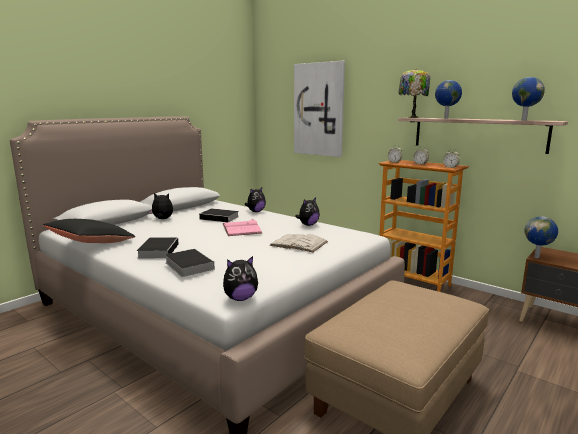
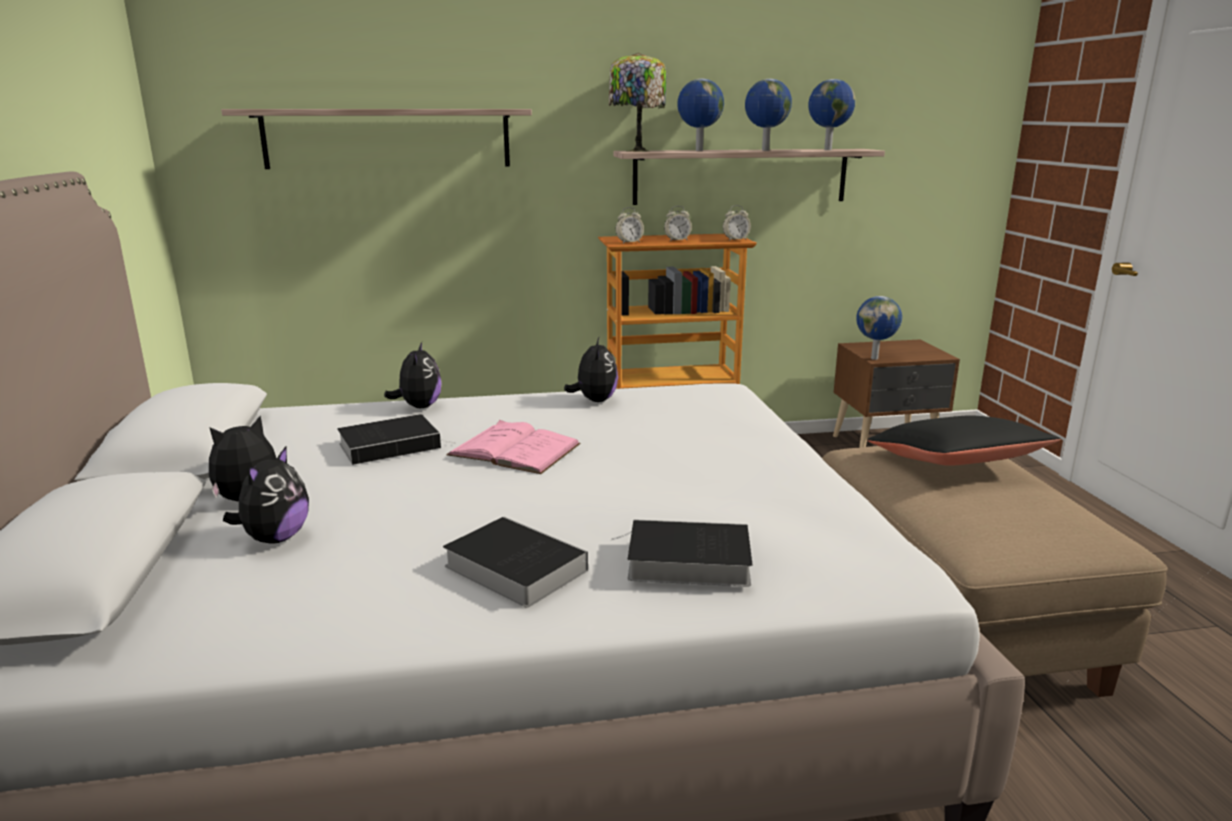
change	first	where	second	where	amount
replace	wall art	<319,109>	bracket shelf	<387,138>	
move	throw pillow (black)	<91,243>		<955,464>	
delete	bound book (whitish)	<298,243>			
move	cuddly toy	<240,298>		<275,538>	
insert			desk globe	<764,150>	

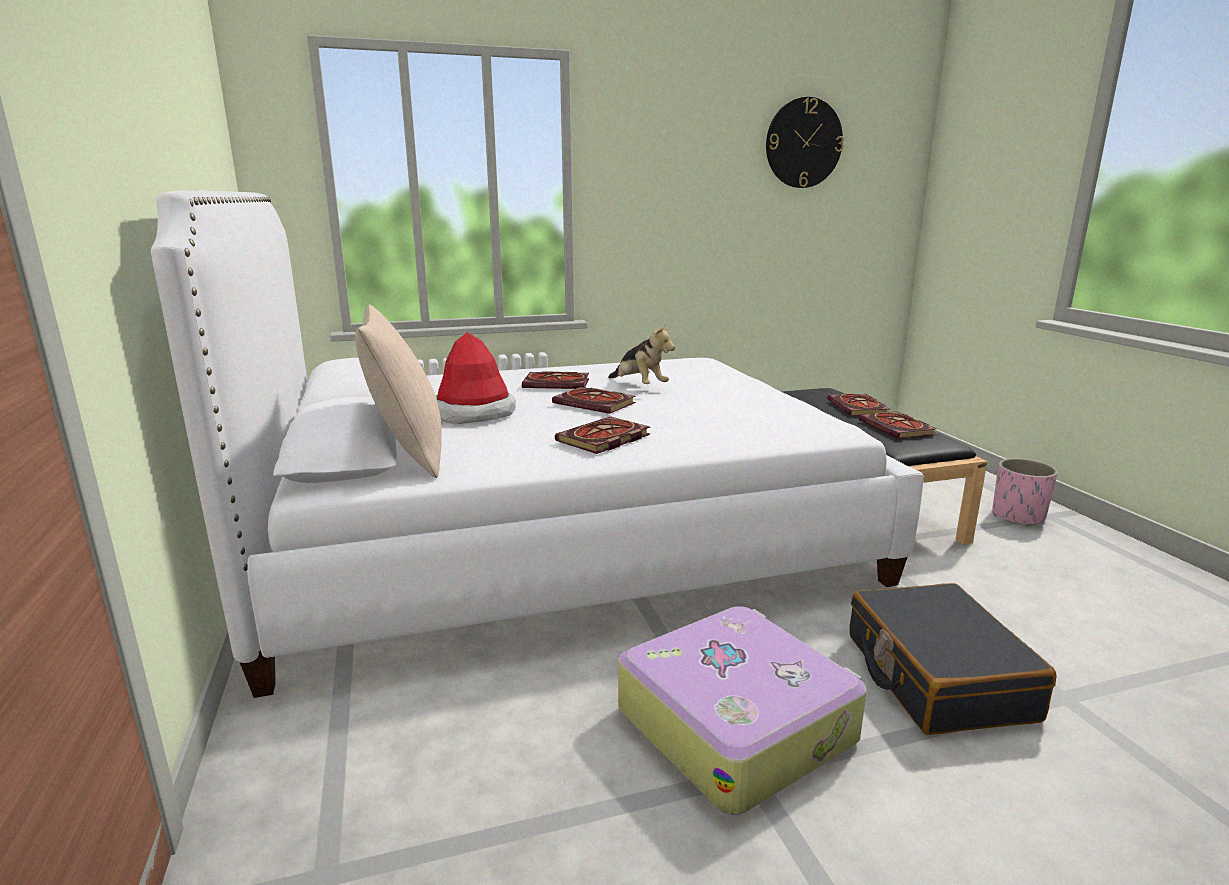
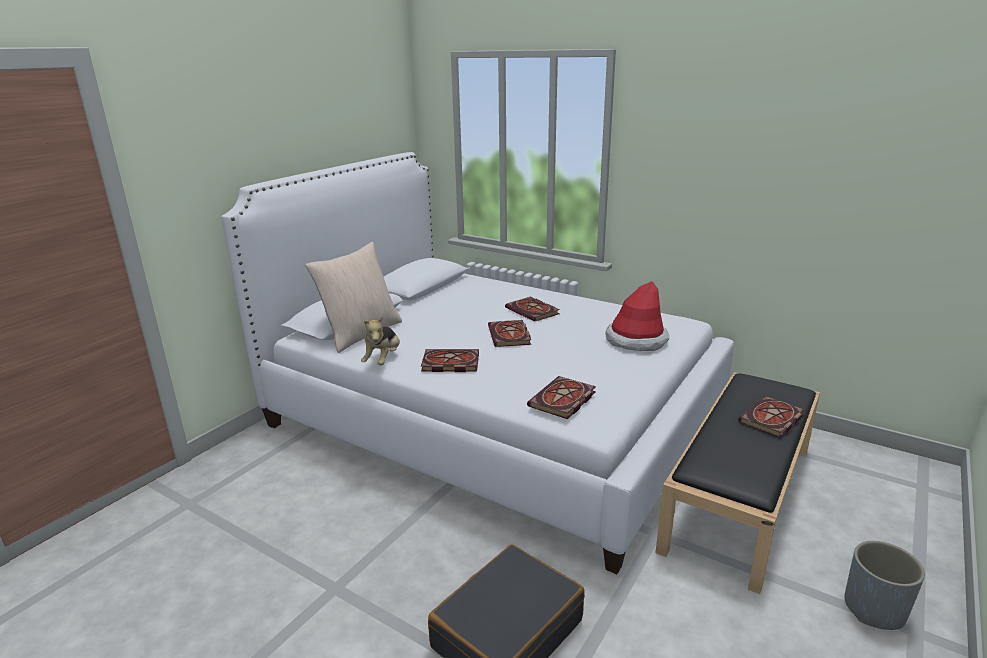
change	first	where	second	where	amount
delete	hanging clock	<803,143>			
move	cuddly toy	<639,386>		<383,359>	
move	clothing hat	<474,413>		<636,340>	
move	bound book	<898,428>		<562,401>	
recolor	flower pot (pink)	<1018,516>	flower pot (gray)	<874,609>	
delete	suitcase	<736,723>			

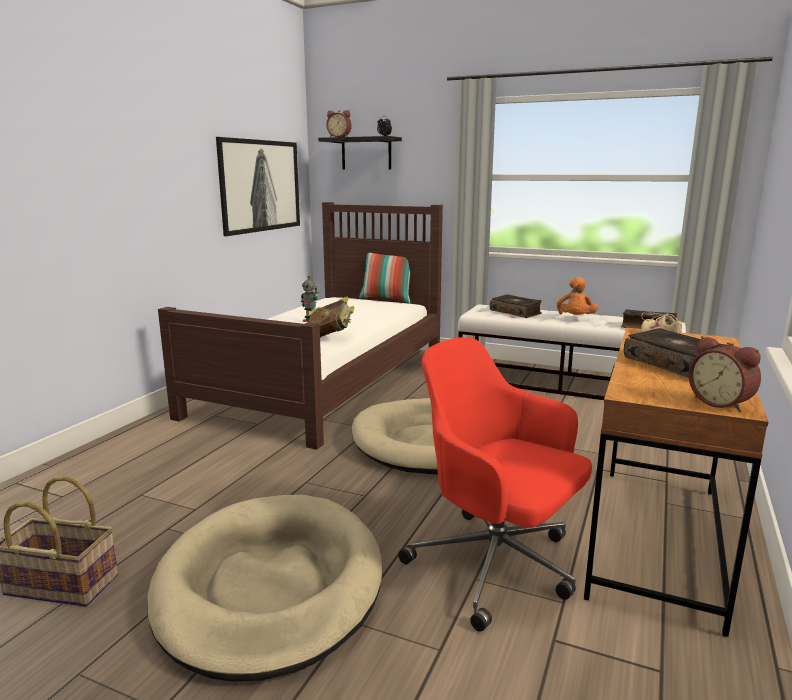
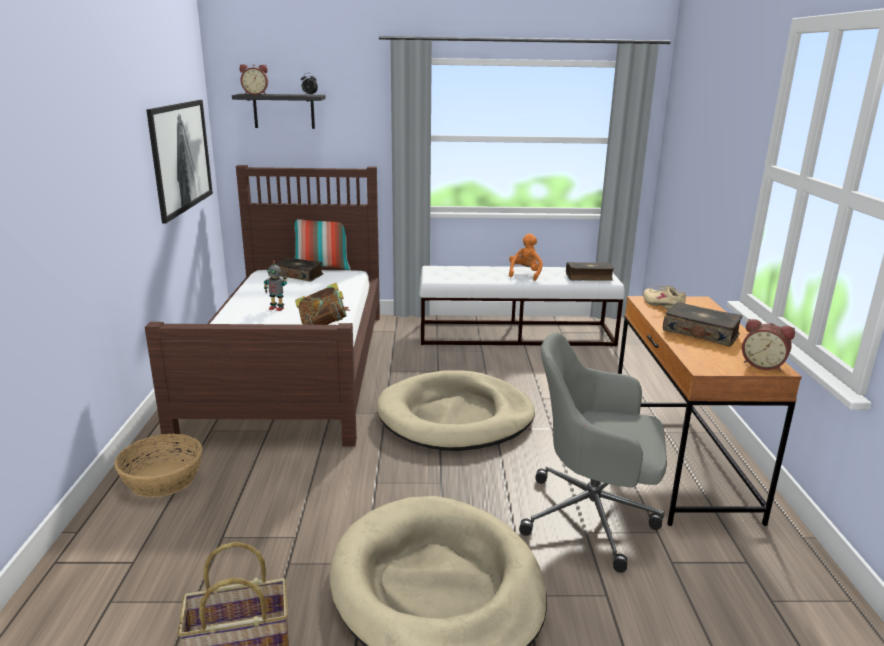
change	first	where	second	where	amount
rotate	cuddly toy (orangey)	<575,319>		<525,274>	150 degrees counterclockwise
move	bound book	<516,312>		<299,275>	
recolor	computer chair (red)	<497,566>	computer chair (gray)	<593,517>	
insert			storage basket	<163,479>	

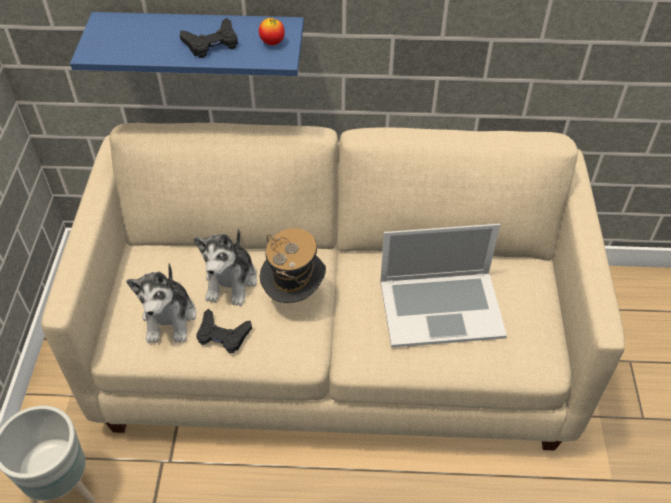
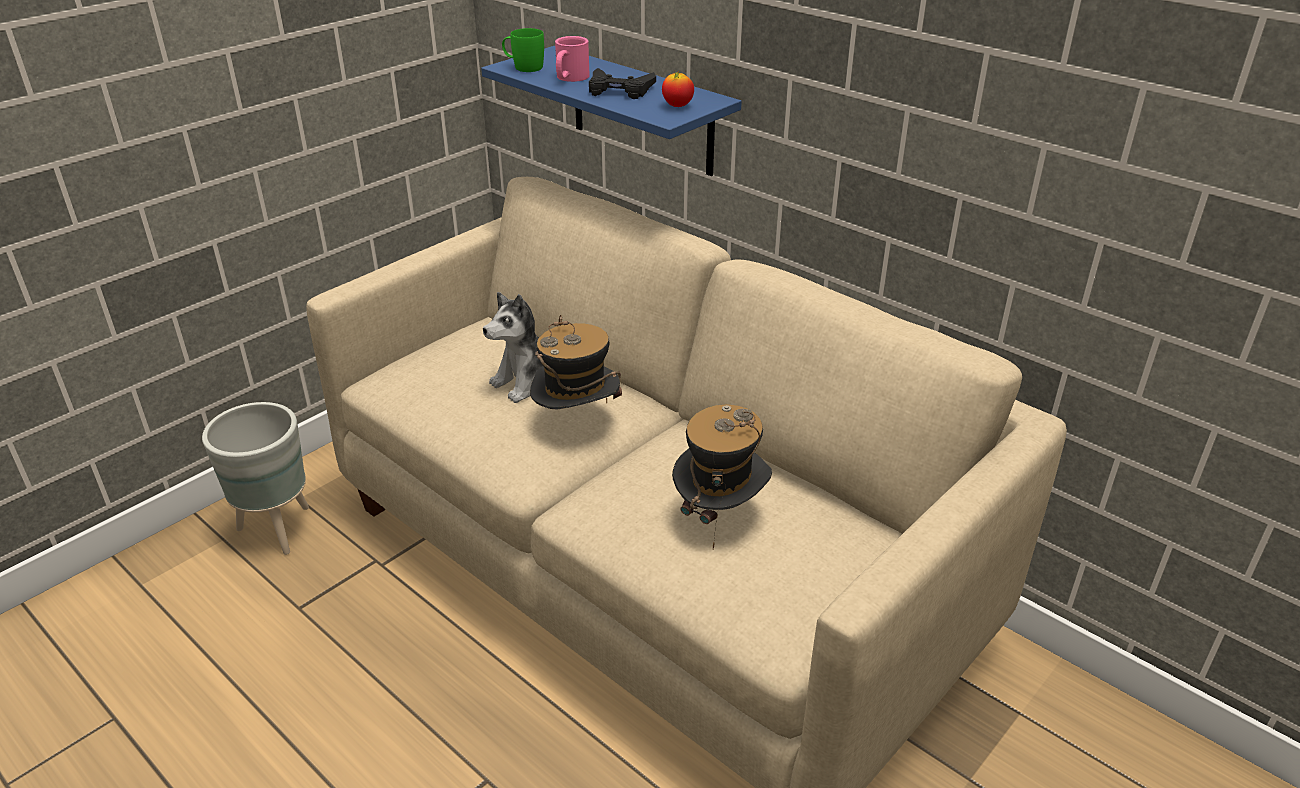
change	first	where	second	where	amount
replace	portable computer	<441,307>	clothing hat	<719,515>	
delete	cuddly toy	<170,318>			
delete	joypad (black)	<222,335>			
insert			coffee mug (greenish)	<523,67>	
insert			coffee mug (pink)	<569,78>	

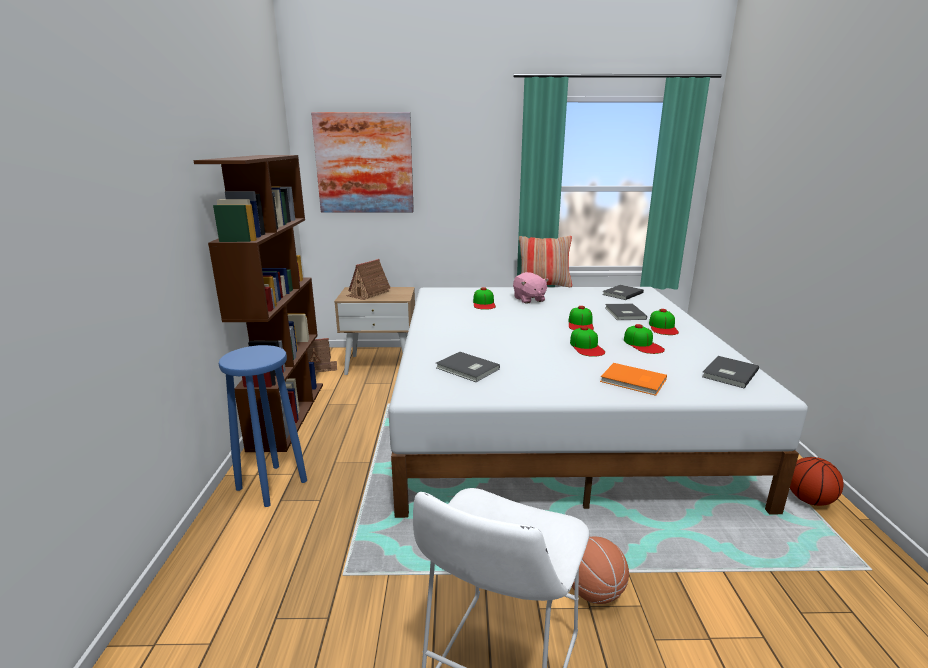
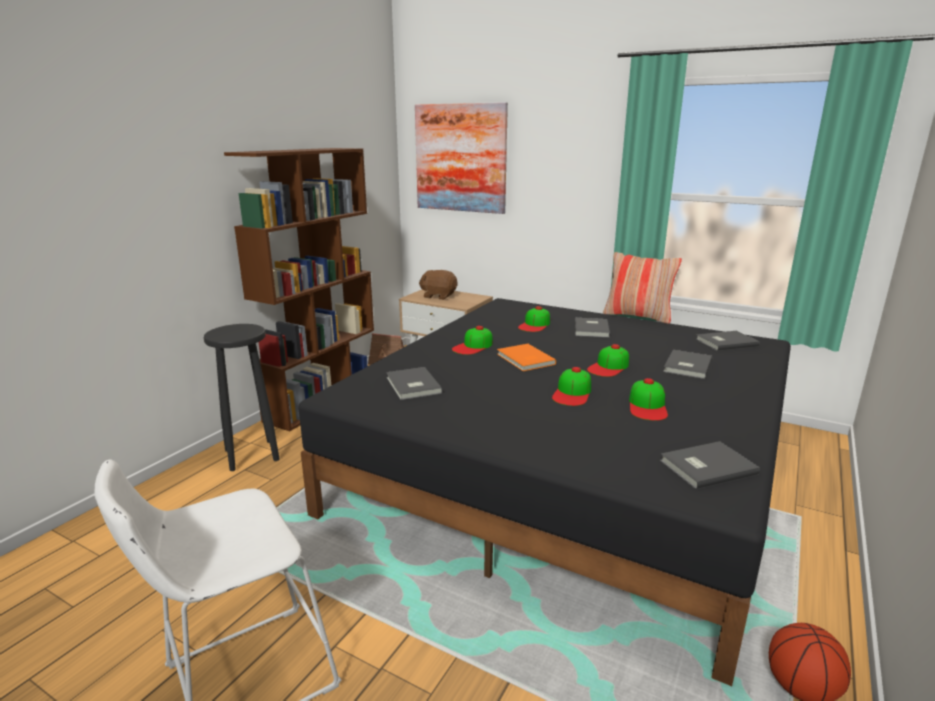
change	first	where	second	where	amount
replace	toy house	<368,293>	cuddly toy (brown-coloured)	<438,296>	
replace	cuddly toy (pink)	<529,299>	bound book (gray)	<592,329>	
recolor	bed (whitish)	<553,413>	bed (black)	<568,469>	
move	cap	<663,327>		<473,346>	
recolor	stool (blue-coloured)	<273,484>	stool (black)	<253,455>	
move	bound book (orangey)	<633,381>		<525,359>	
delete	basketball ball	<594,592>			

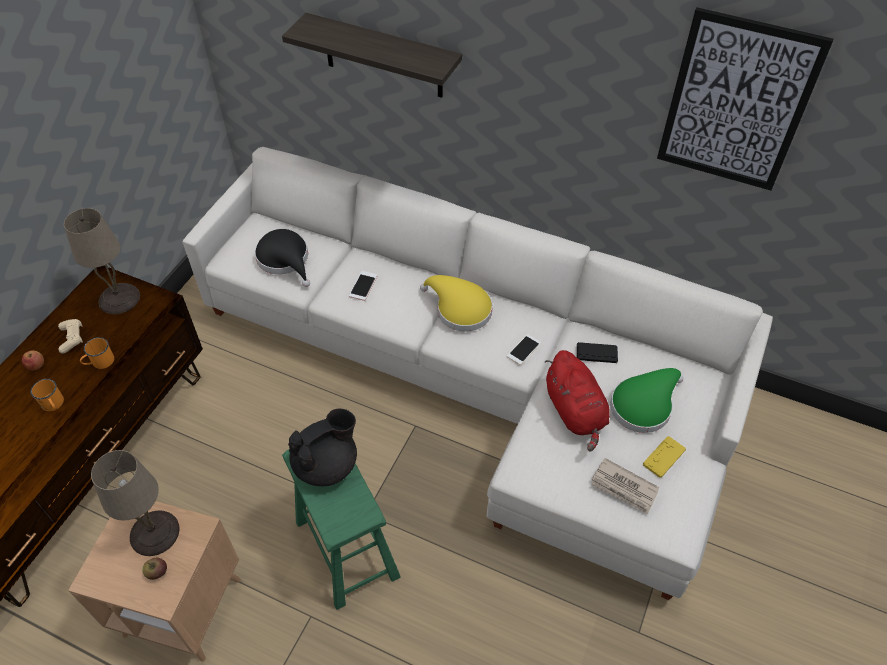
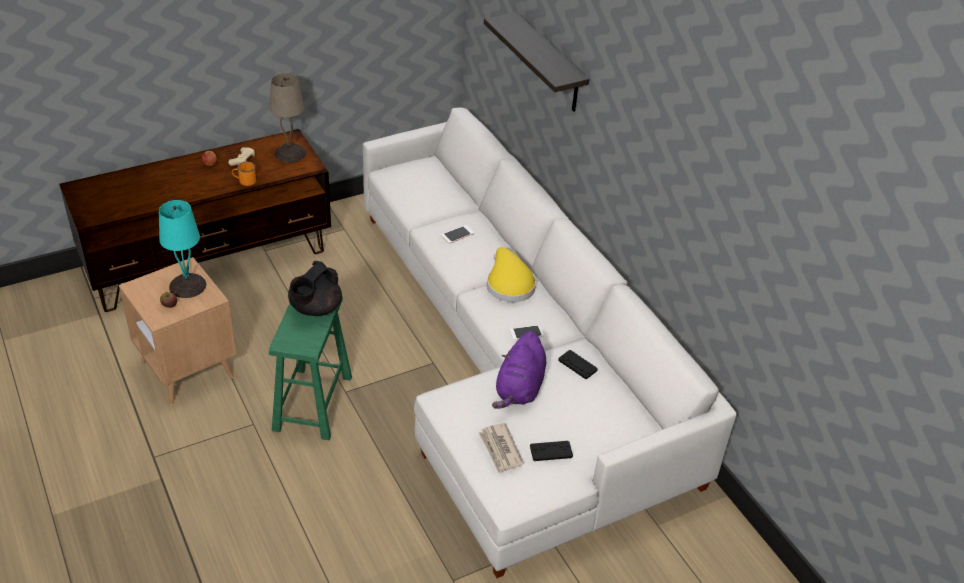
change	first	where	second	where	amount
delete	wall art	<736,103>			
delete	clothing hat (black)	<285,259>			
recolor	cuddly toy (red)	<575,412>	cuddly toy (purple-coloured)	<519,389>	
delete	clothing hat (greenish)	<644,405>			
delete	coffee mug (orangey)	<54,405>			
rotate	teapot (black)	<327,464>		<315,308>	120 degrees clockwise
recolor	joypad (yellowish)	<664,457>	joypad (black)	<551,451>	
recolor	table lamp (beige-coloured)	<155,533>	table lamp (turquoise-coloured)	<188,286>	

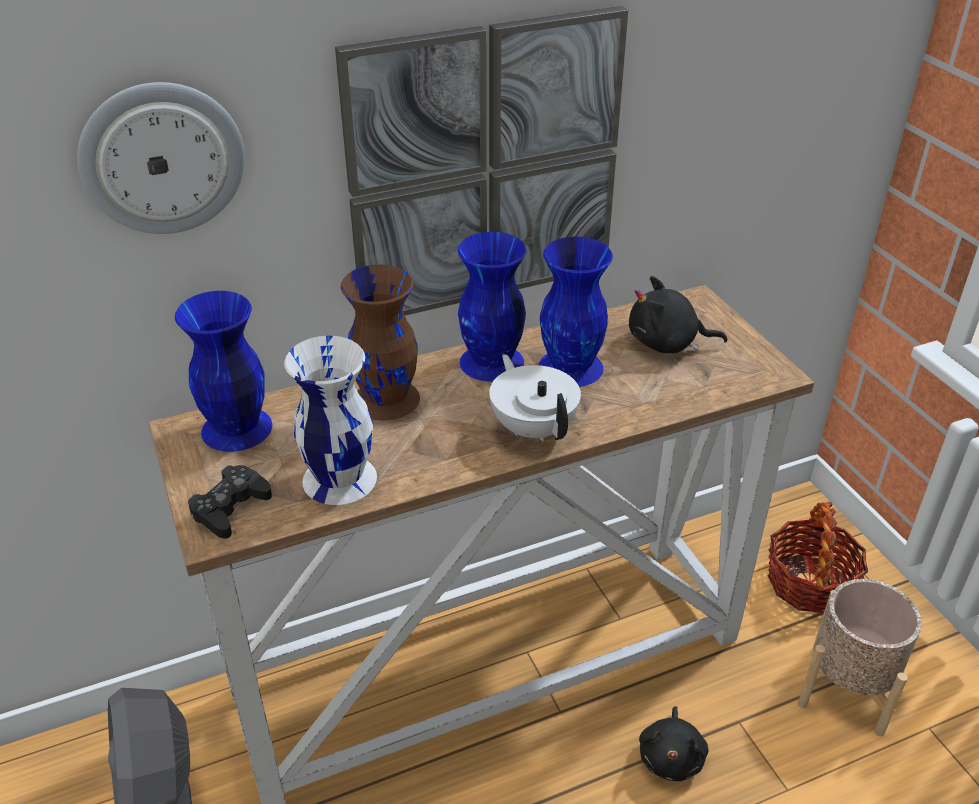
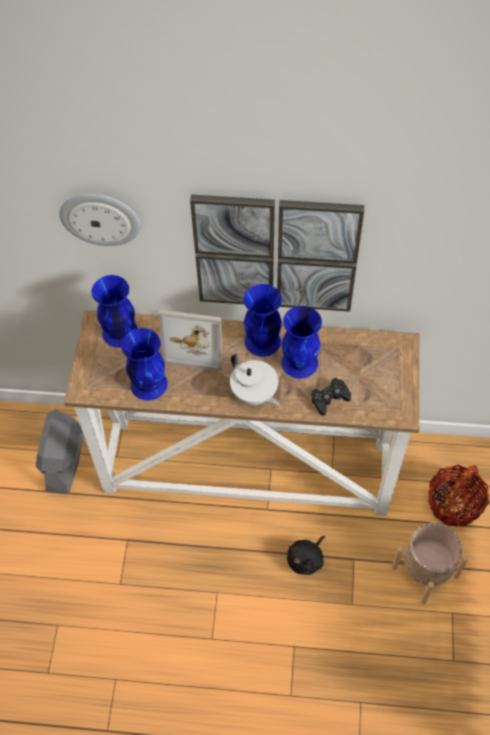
change	first	where	second	where	amount
replace	vase (brown-coloured)	<387,398>	photo frame	<197,343>	
delete	cuddly toy (black)	<667,343>			
recolor	vase (whitish)	<338,478>	vase (blue-coloured)	<148,383>	
rotate	teapot (whitish)	<533,428>		<254,394>	135 degrees clockwise
move	joypad (black)	<230,508>		<329,398>	

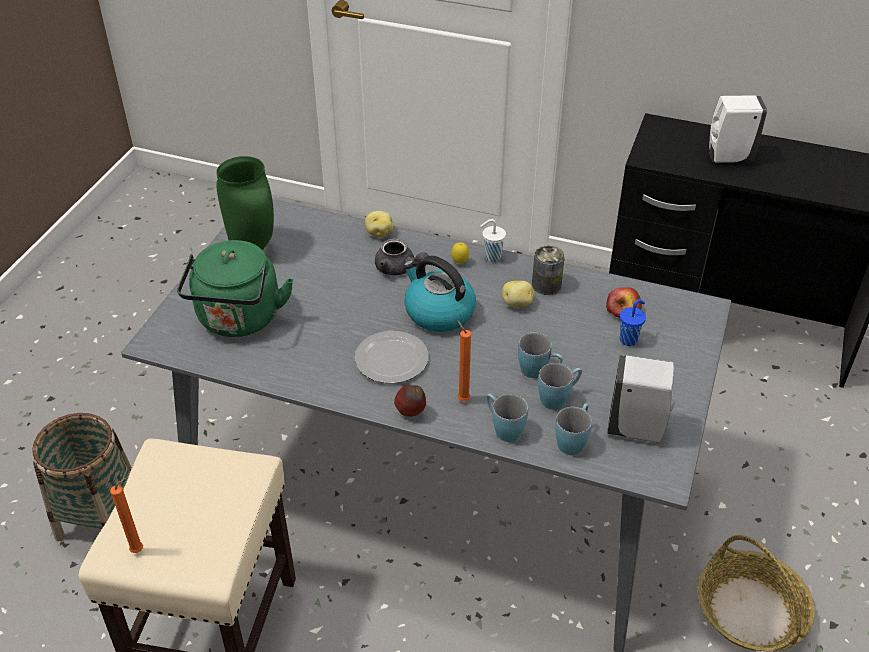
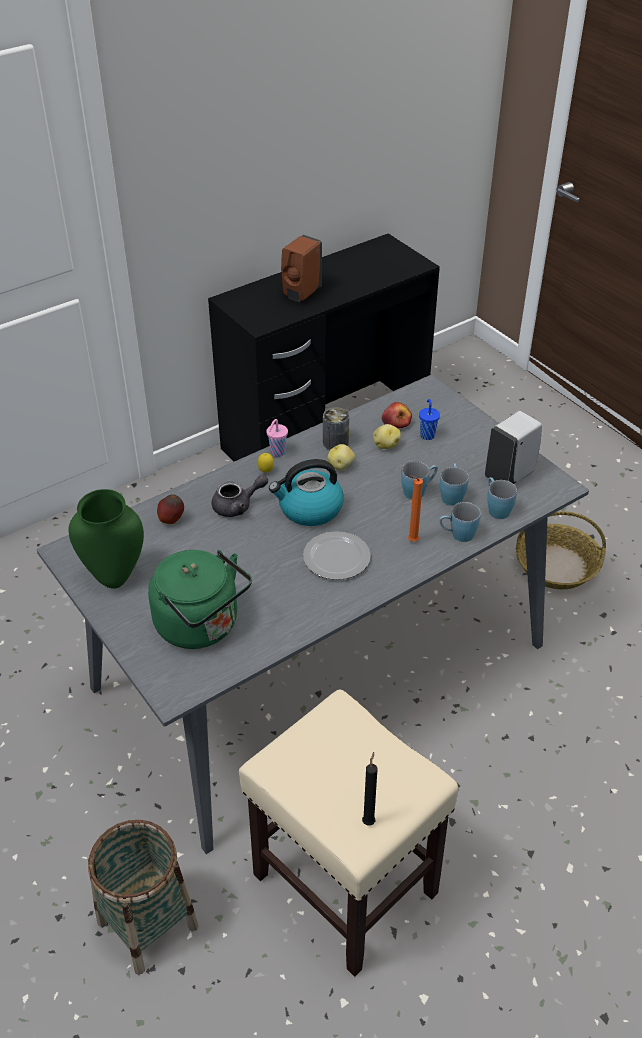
change	first	where	second	where	amount
recolor	liquid soap bottle (whitish)	<727,158>	liquid soap bottle (brown-coloured)	<301,294>	
move	whole potato	<379,233>		<385,445>	
recolor	cup (whitish)	<491,257>	cup (pink)	<277,453>	
move	apple fruit	<411,413>		<172,521>	
recolor	candle (orangey)	<139,550>	candle (black)	<369,820>	

